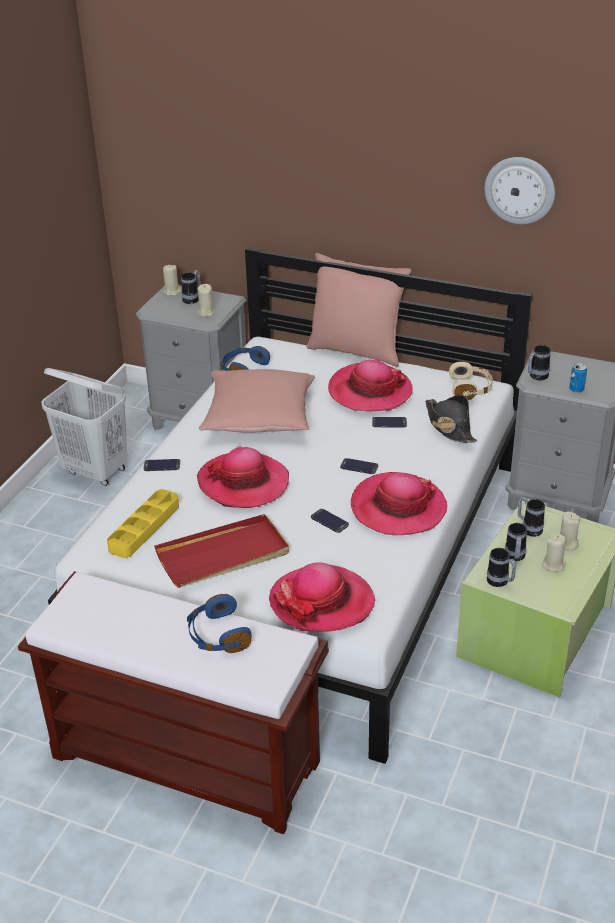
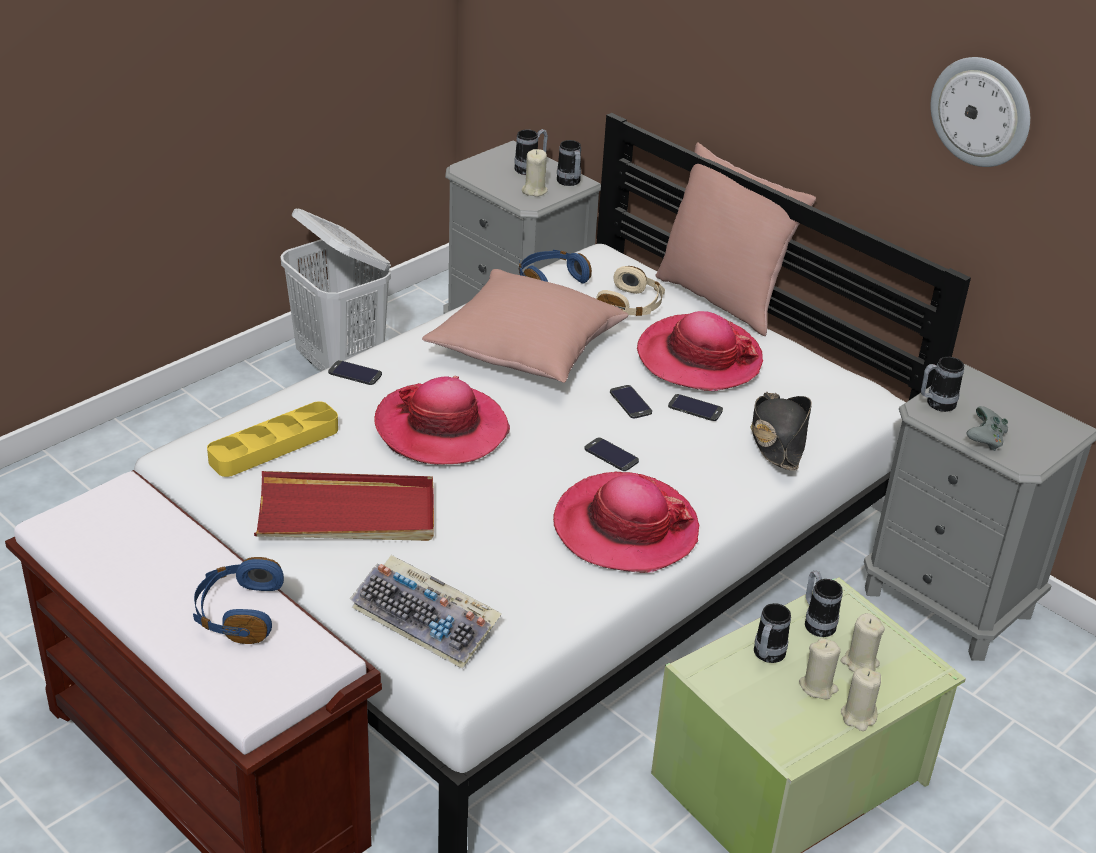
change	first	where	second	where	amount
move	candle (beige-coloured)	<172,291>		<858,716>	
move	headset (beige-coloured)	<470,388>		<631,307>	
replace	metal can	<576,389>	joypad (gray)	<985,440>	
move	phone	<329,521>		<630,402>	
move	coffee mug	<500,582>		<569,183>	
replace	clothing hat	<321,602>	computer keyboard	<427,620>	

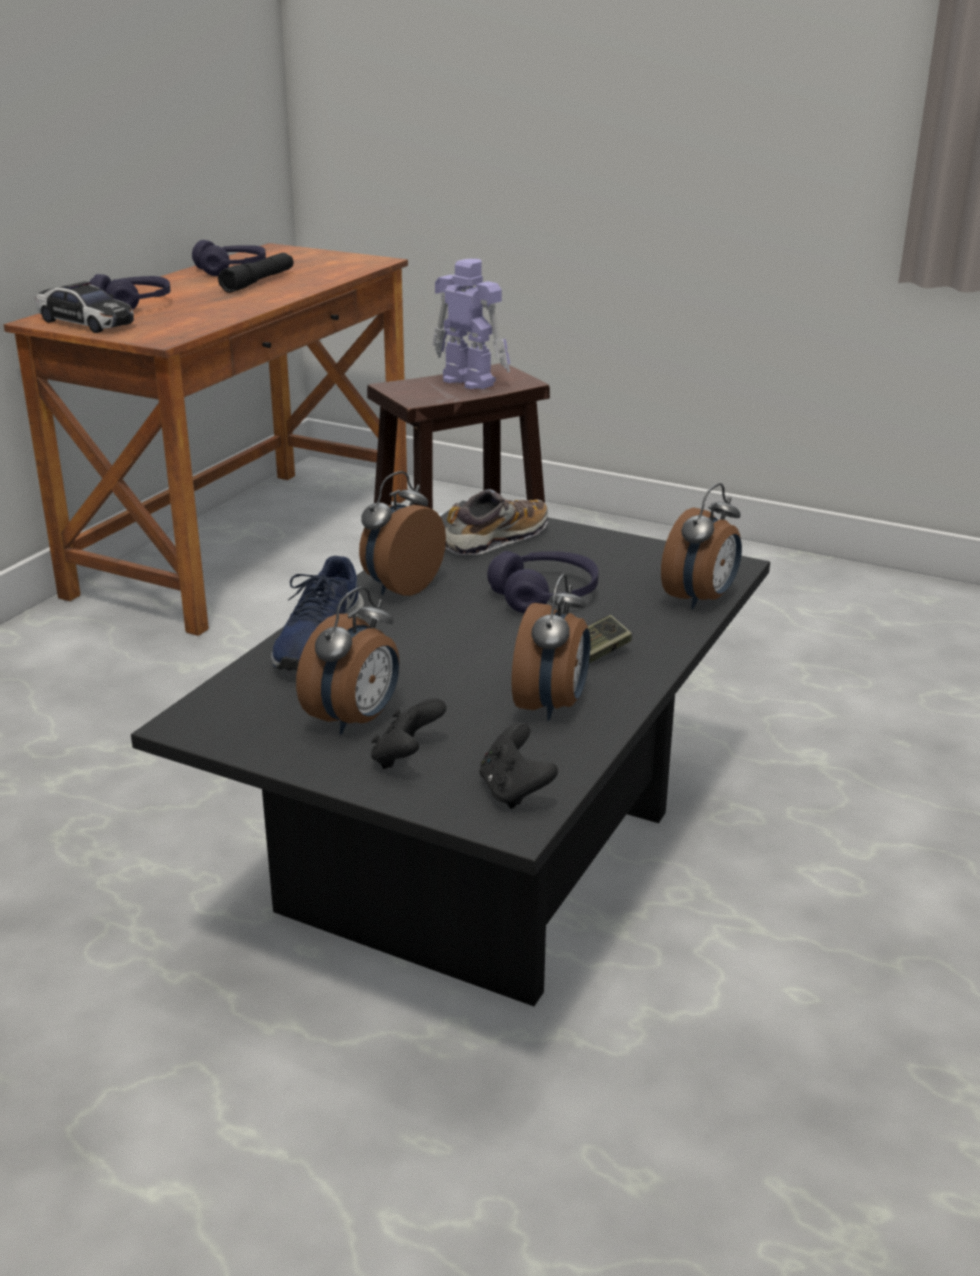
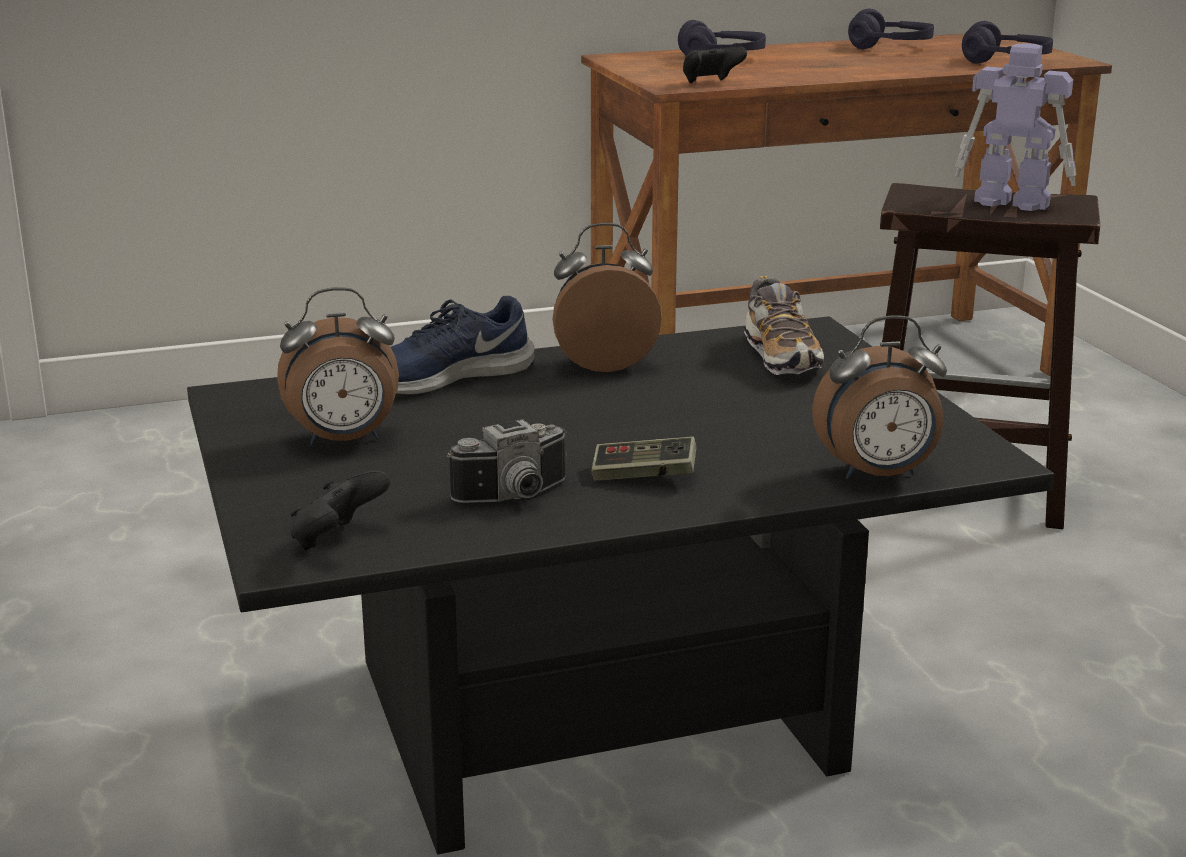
change	first	where	second	where	amount
delete	torch (black)	<258,282>			
rotate	robot figure	<468,381>		<1010,202>	60 degrees counterclockwise
delete	miniature car	<86,322>			
rotate	shoe	<496,540>		<781,357>	75 degrees clockwise
move	headset (purple-coloured)	<544,595>		<1006,61>	
replace	table clock	<552,706>	still camera	<517,497>	
move	joypad (black)	<406,758>		<710,83>	

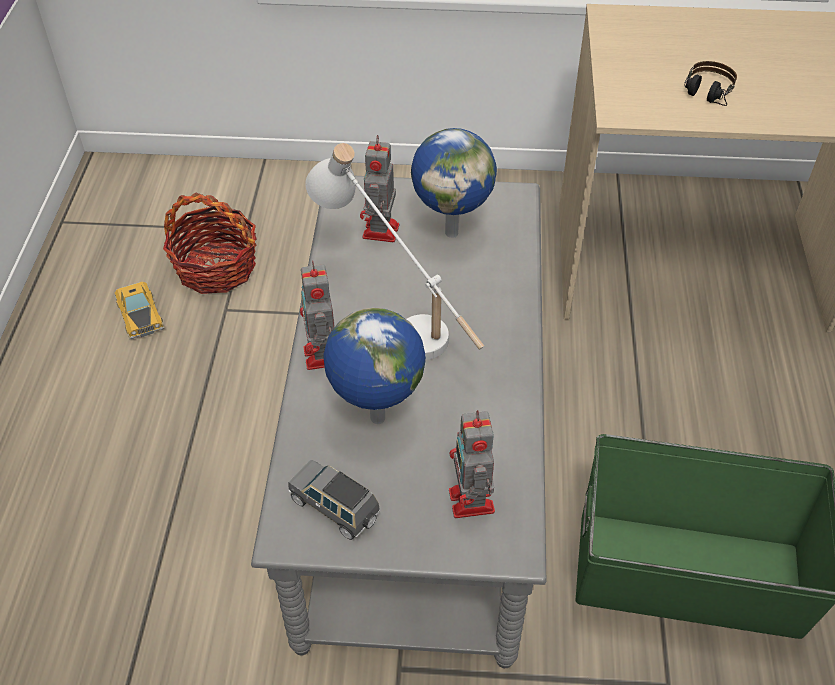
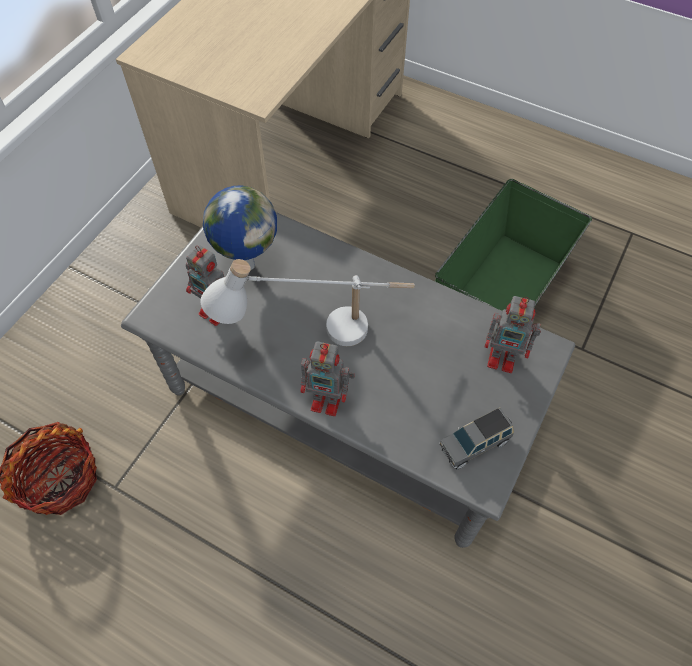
change	first	where	second	where	amount
delete	headset	<706,97>			
delete	miniature car	<139,313>			
delete	desk globe	<376,419>			

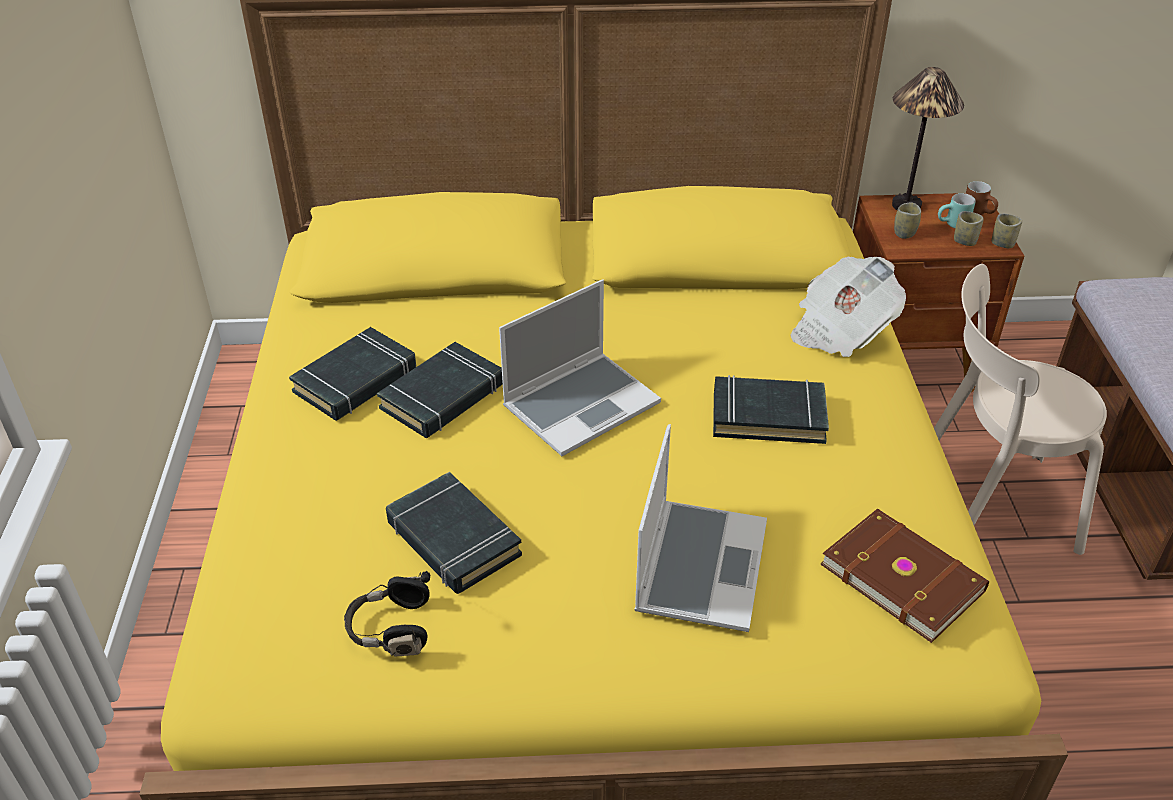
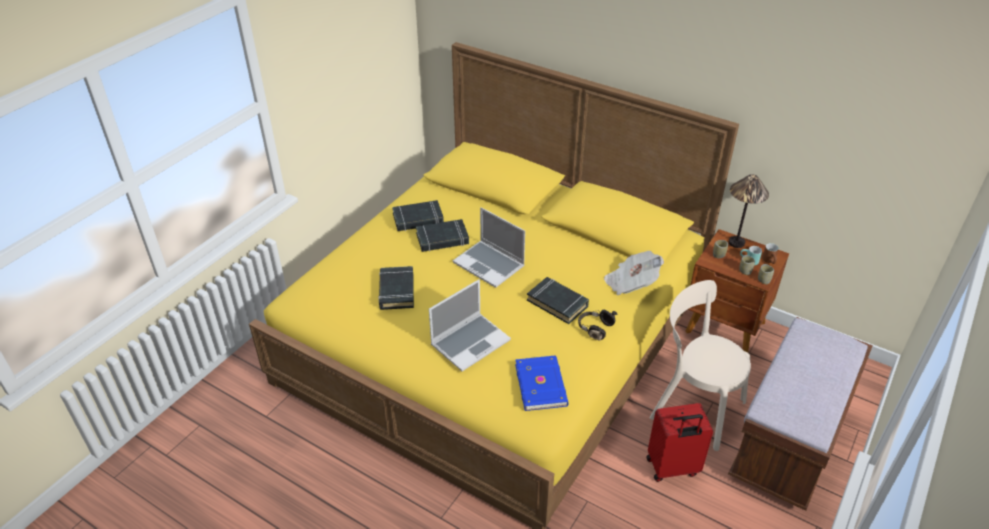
change	first	where	second	where	amount
rotate	portable computer	<581,404>		<490,265>	45 degrees clockwise
recolor	bound book (brown-coloured)	<903,575>	bound book (blue-coloured)	<542,384>	
move	headset (black)	<391,629>		<595,328>	
insert			suitcase (red)	<672,468>	

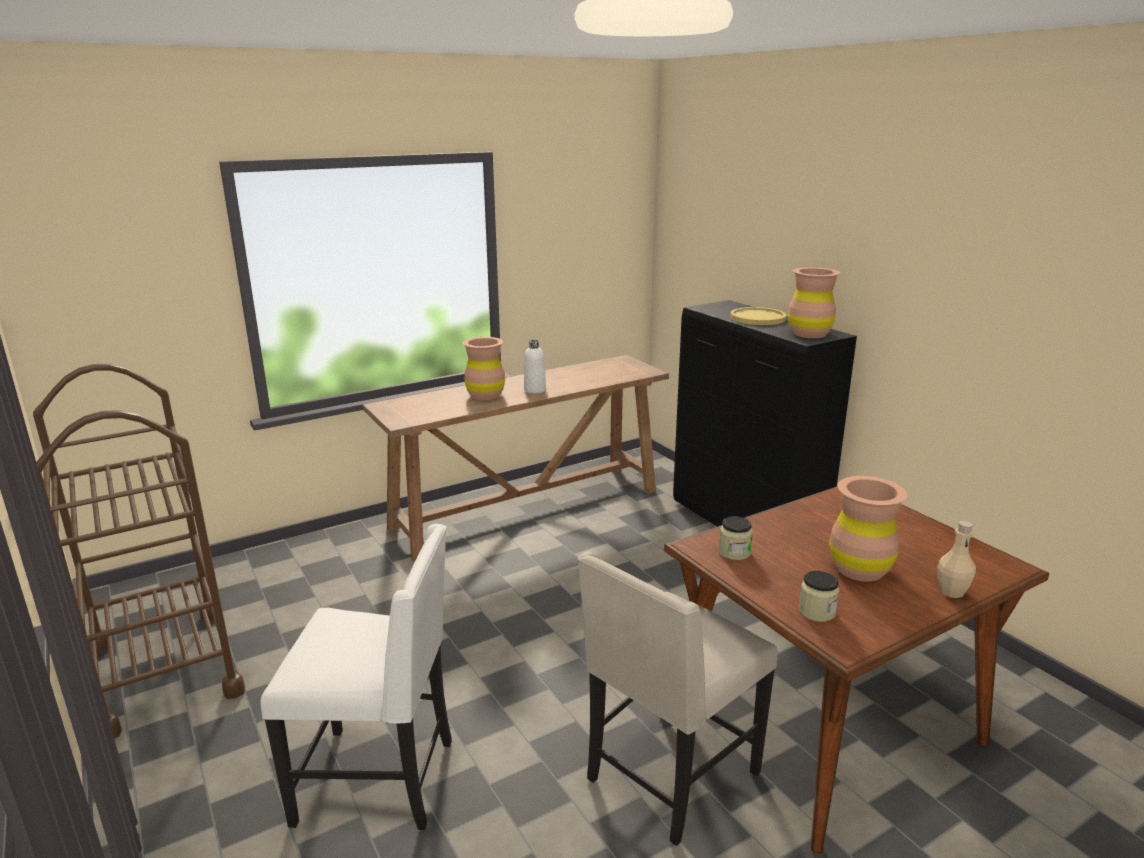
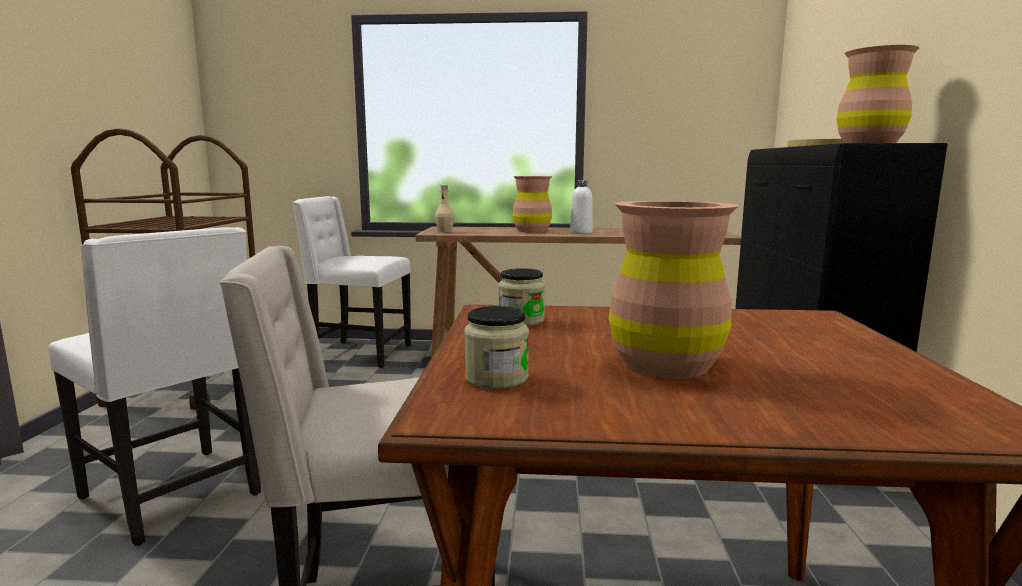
change	first	where	second	where	amount
move	beverage bottle (beige-coloured)	<951,592>		<445,231>	
insert			chair (whitish)	<359,353>	

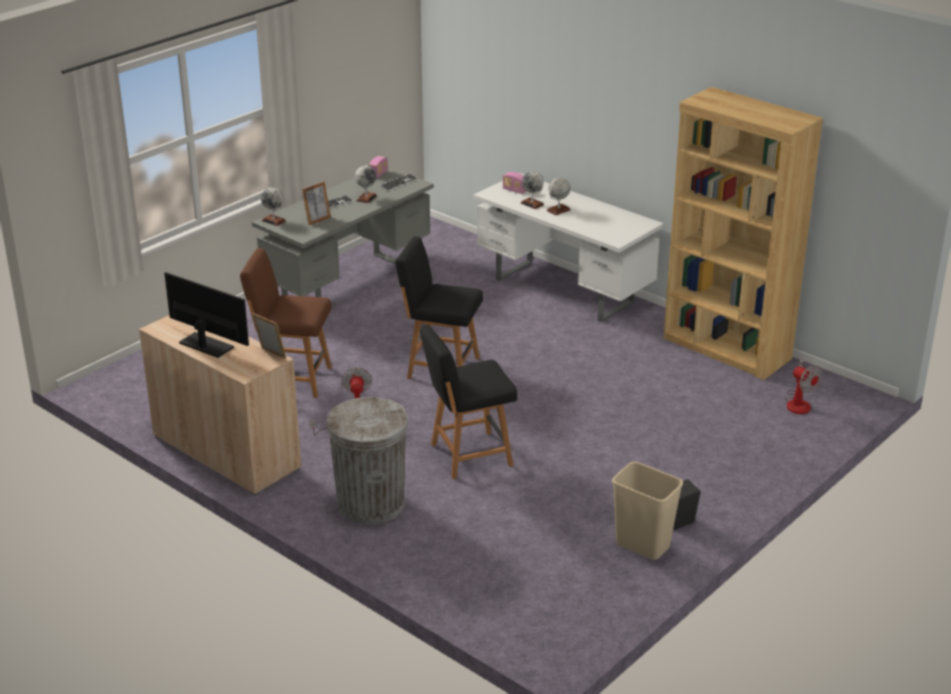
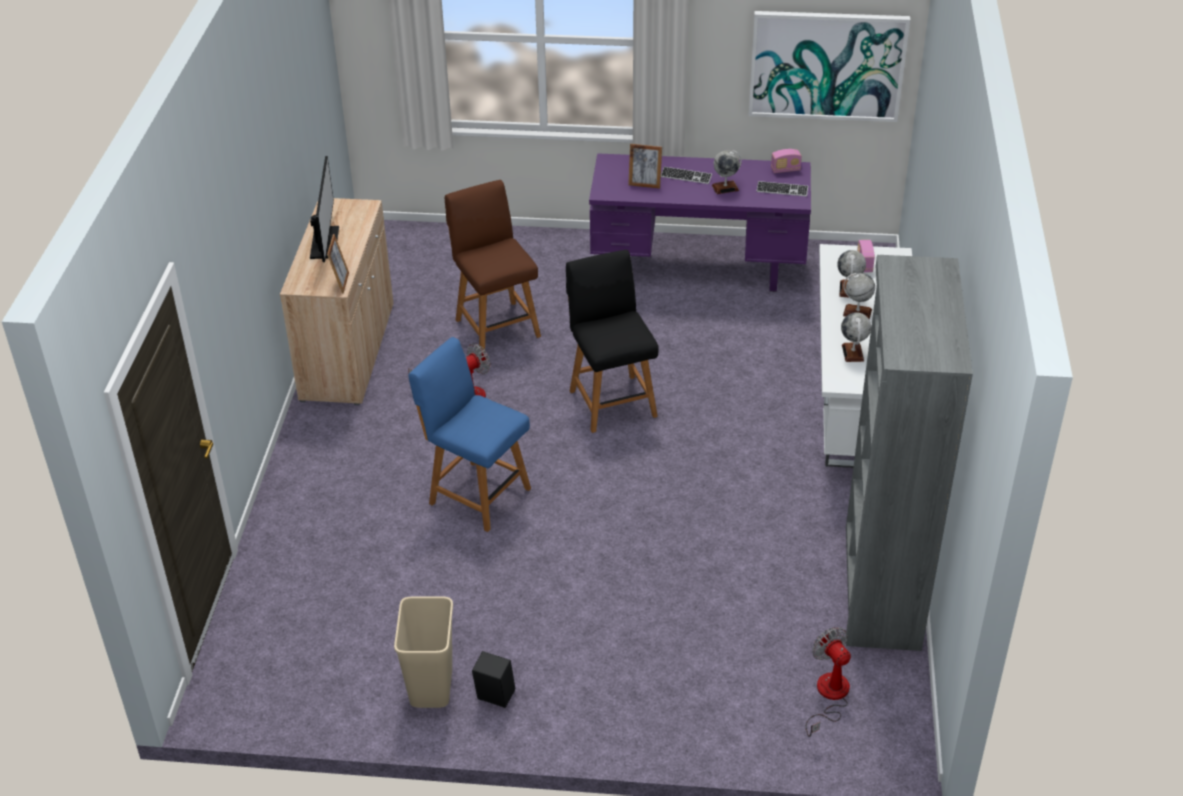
change	first	where	second	where	amount
recolor	bookcase (brown-coloured)	<726,349>	bookcase (gray)	<880,587>	
recolor	desk table (gray)	<348,283>	desk table (purple-coloured)	<698,269>	
move	desk globe	<274,221>		<853,353>	
recolor	chair (black)	<468,456>	chair (blue-coloured)	<477,494>	
rotate	electric fan	<799,402>		<829,696>	135 degrees clockwise
delete	trash can (gray)	<370,504>			
insert			wall art	<827,65>	

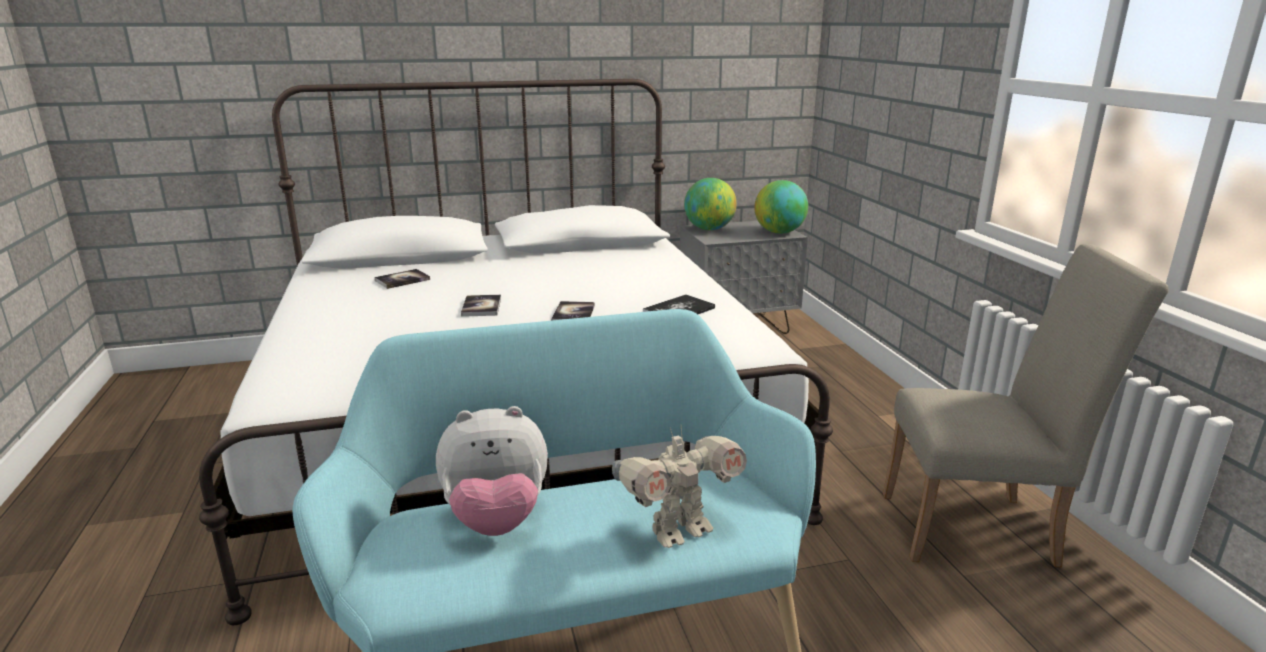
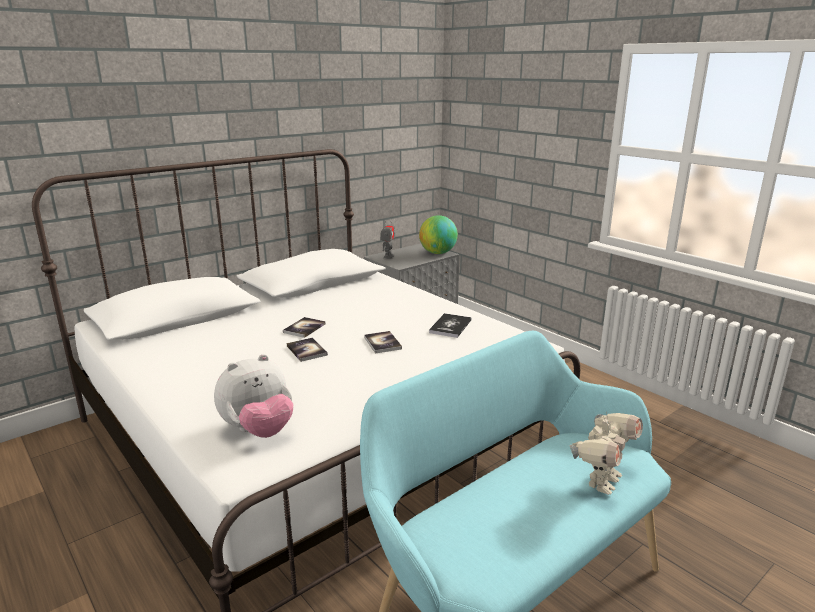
change	first	where	second	where	amount
replace	desk globe	<709,229>	robot figure	<388,257>	
delete	chair (beige-coloured)	<981,529>			
move	bound book	<402,280>		<304,328>	
move	cuddly toy	<496,519>		<258,430>	

